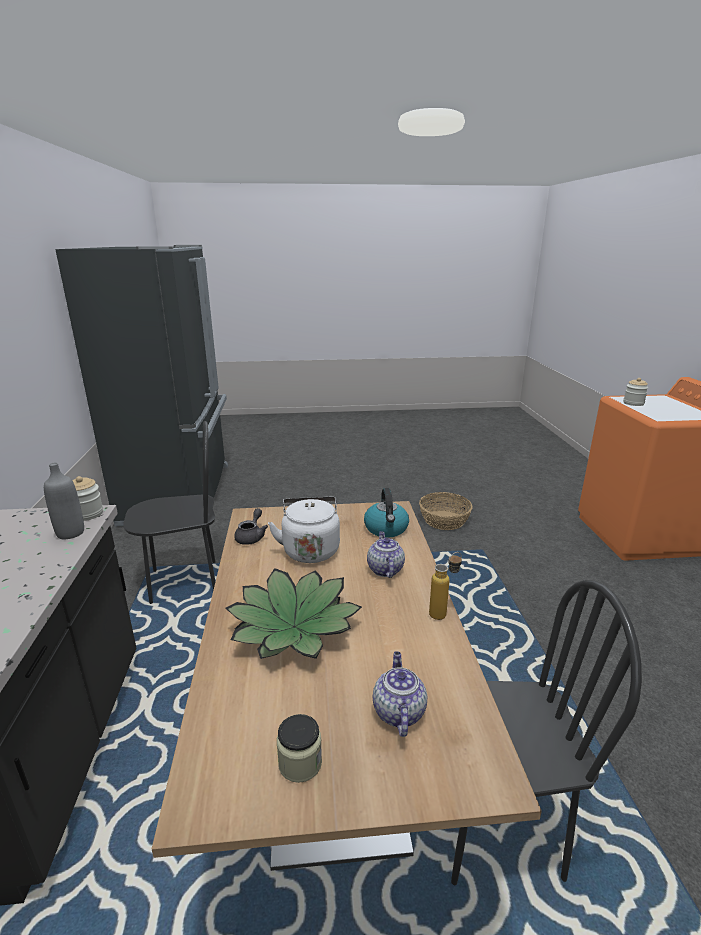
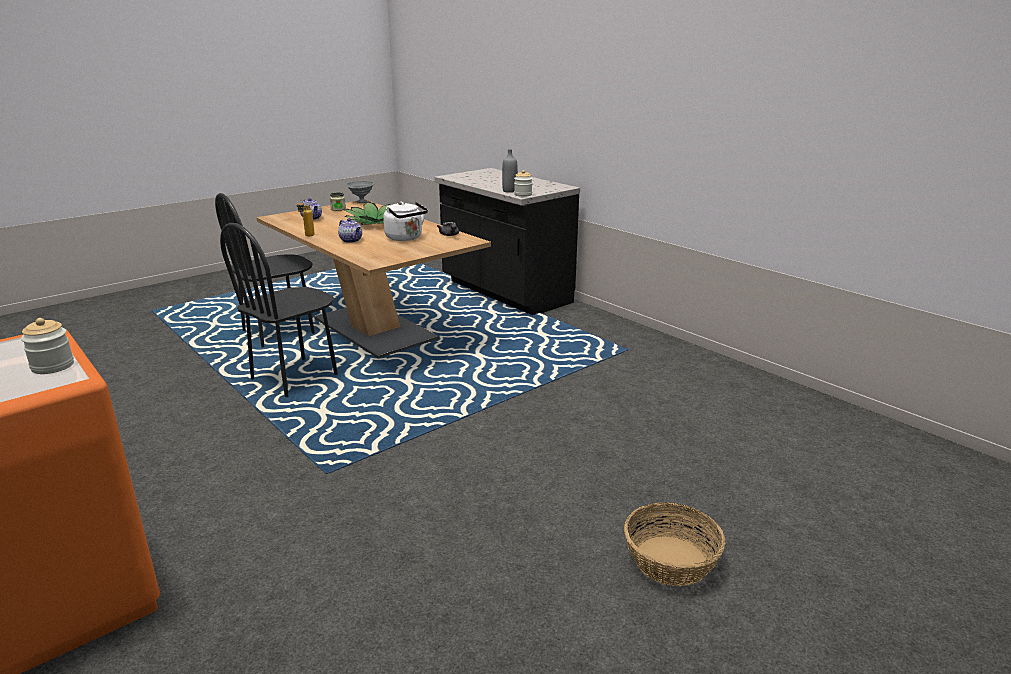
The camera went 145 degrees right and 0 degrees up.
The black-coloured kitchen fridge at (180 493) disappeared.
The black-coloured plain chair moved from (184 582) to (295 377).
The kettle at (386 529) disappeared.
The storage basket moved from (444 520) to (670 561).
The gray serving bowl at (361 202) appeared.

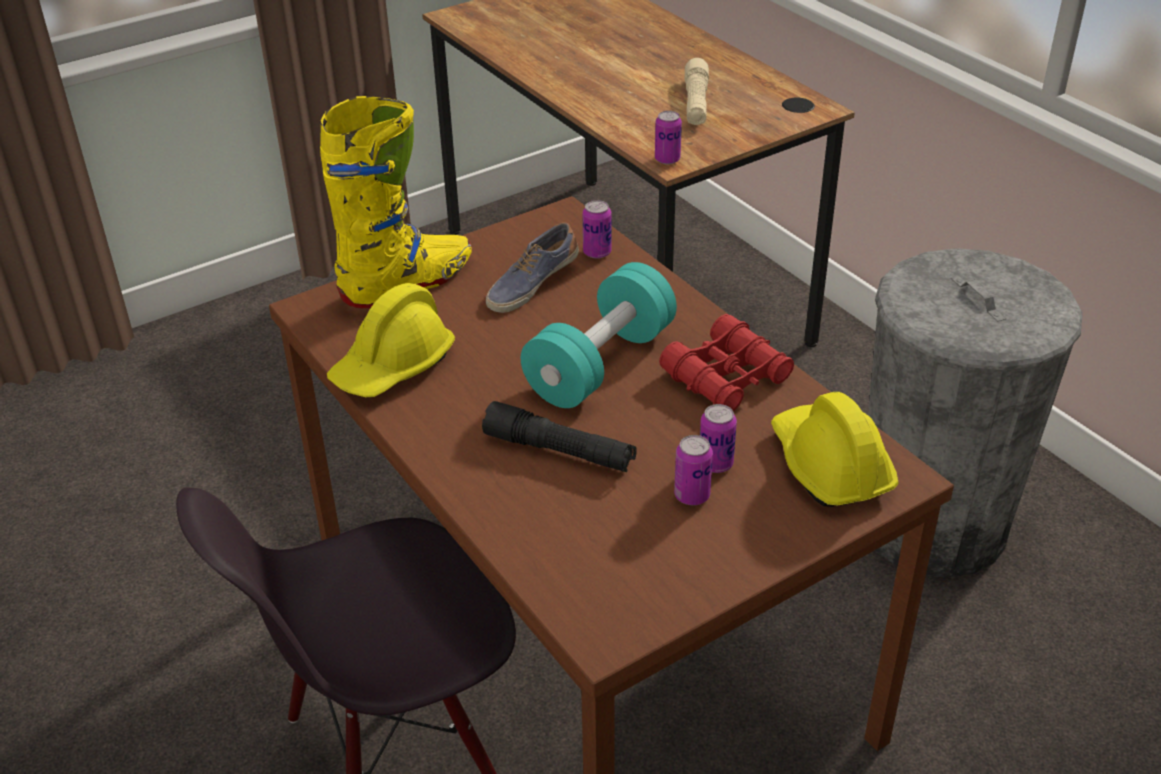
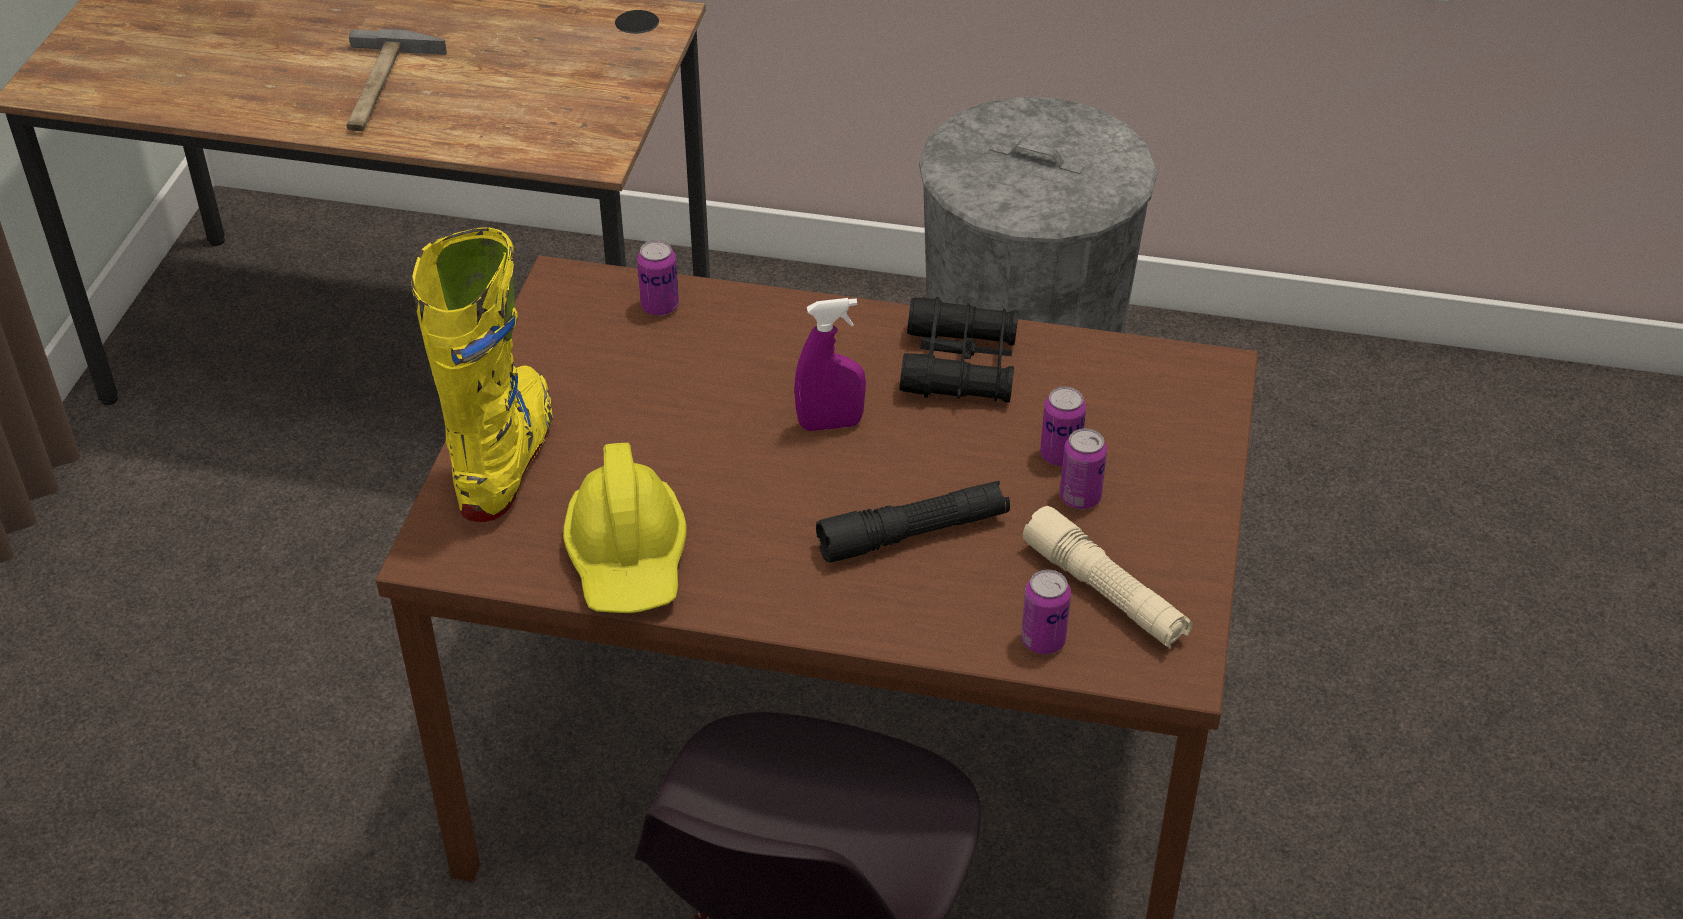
The camera went 45 degrees left and 5 degrees up.
The shoe at (531 285) disappeared.
The blue-green free weight at (600 364) was replaced by the purple hand sprayer at (830 424).
The metal can moved from (667 159) to (1043 640).
The red pair of binoculars at (726 377) became the black-coloured pair of binoculars at (960 365).
The sand-coloured flashlight moved from (696 103) to (1105 593).
The yellow-coloured work helmet at (829 465) disappeared.
The tool hammer at (381 87) appeared.

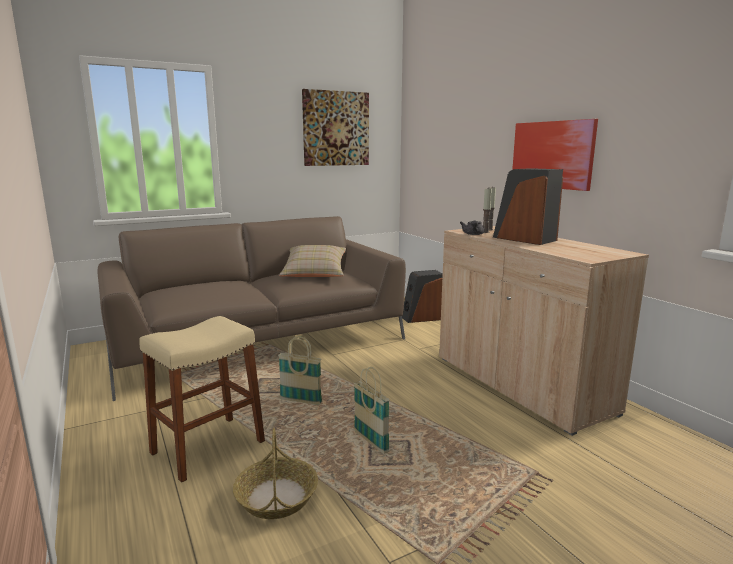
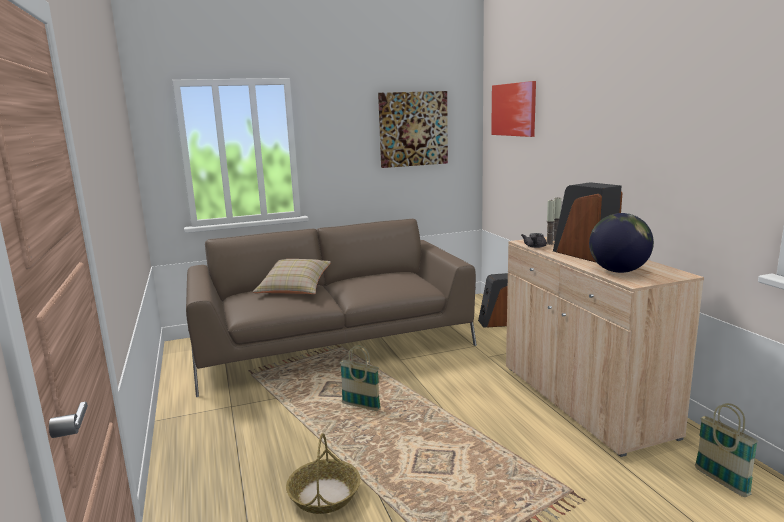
The camera went 10 degrees right and 0 degrees up.
The sand-coloured sitting stool at (208 447) disappeared.
The sand-coloured throw pillow moved from (314 274) to (294 289).
The storage basket moved from (370 442) to (721 482).
The wall art moved from (552 154) to (513 109).
The globe at (618 271) appeared.

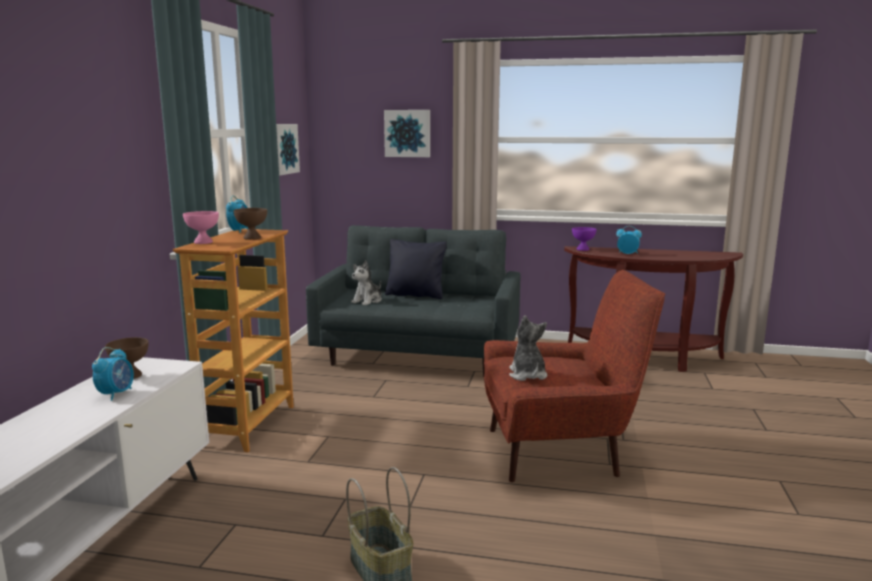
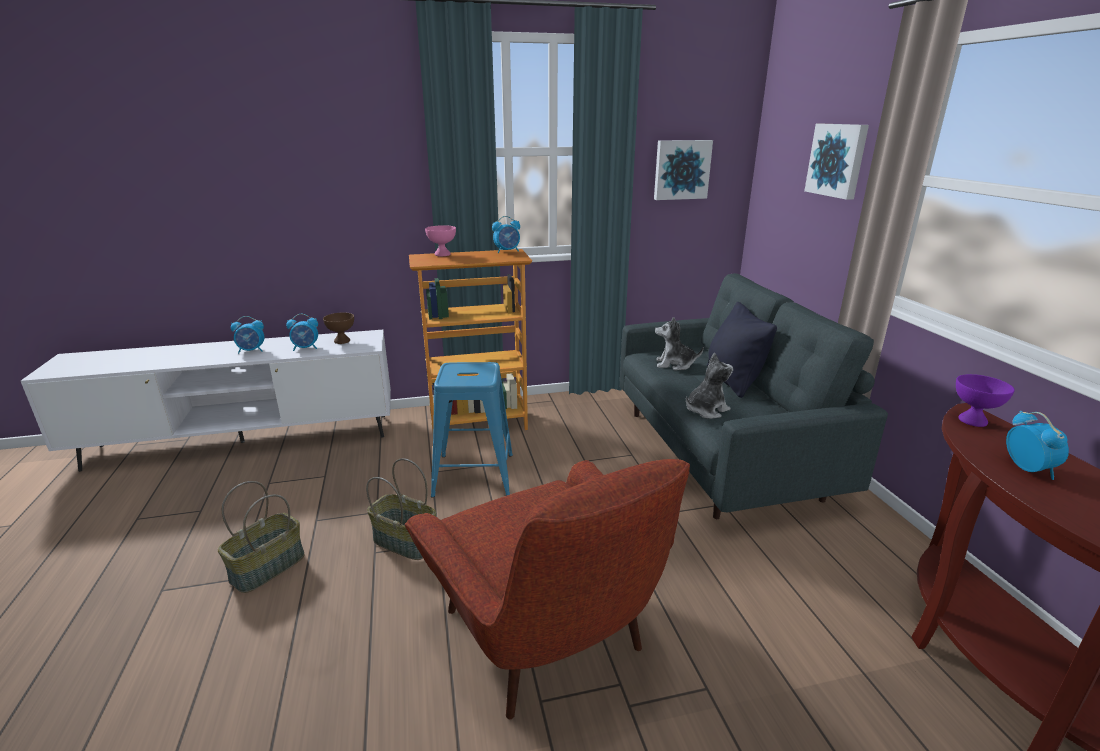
The camera went 65 degrees right and 10 degrees up.
The brownish serving bowl at (252 238) disappeared.
The plush toy moved from (527 375) to (706 410).
The alarm clock at (252 351) appeared.
The storage basket at (406 541) appeared.
The blue sitting stool at (473 475) appeared.

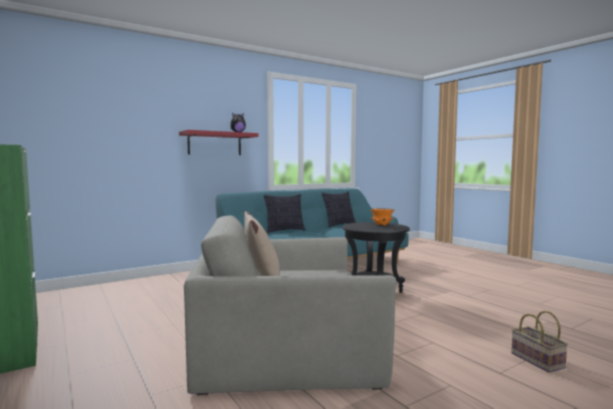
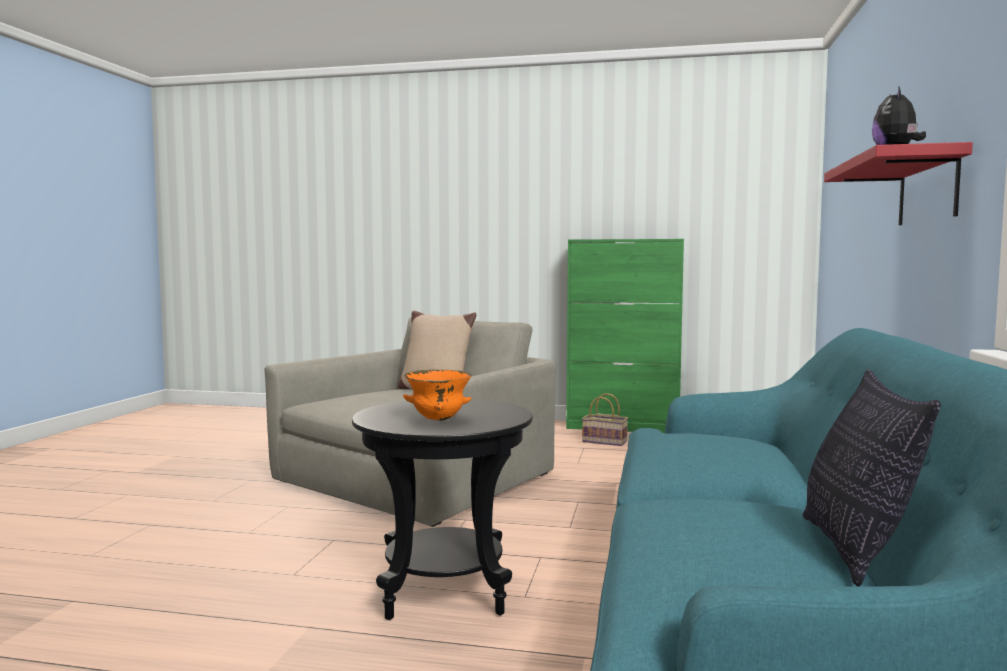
The camera went 135 degrees right and 0 degrees up.
The throw pillow at (284 231) disappeared.
The storage basket moved from (535 360) to (606 441).

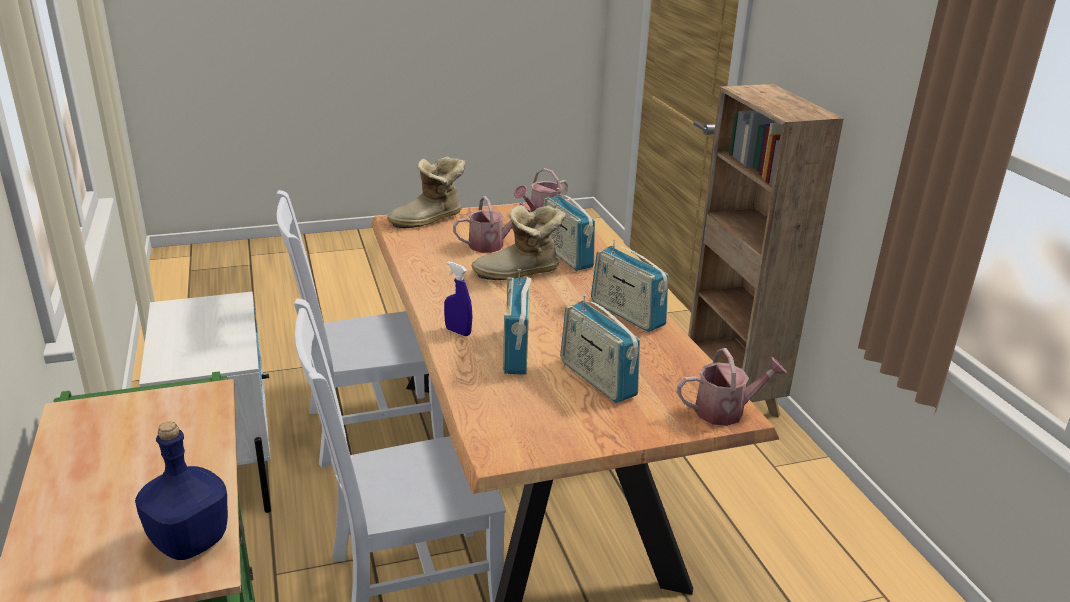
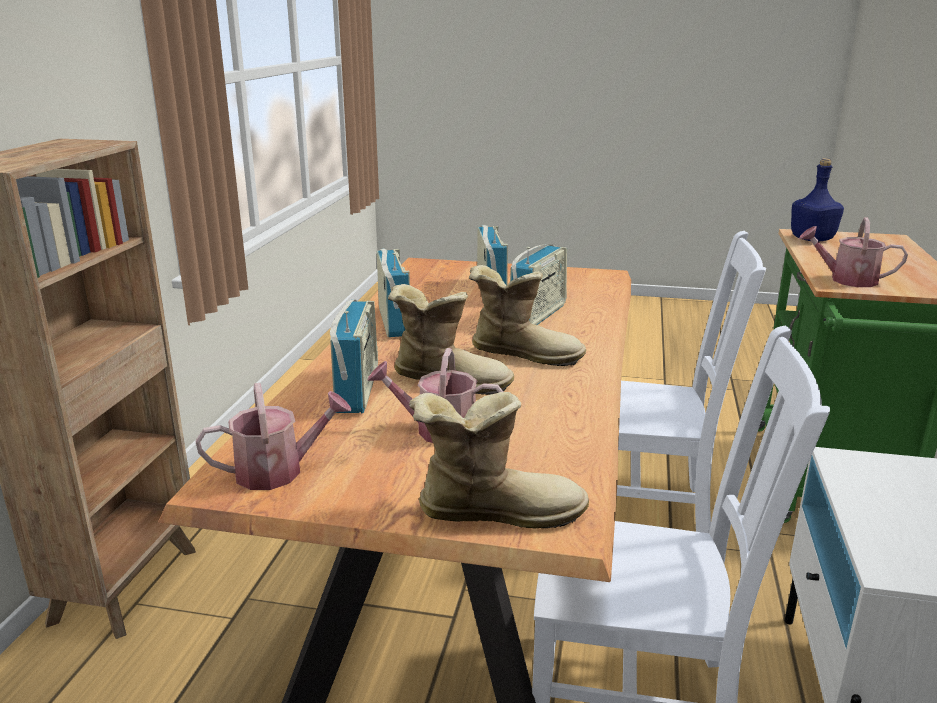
The camera went 150 degrees left and 5 degrees down.
The blue hand sprayer at (458 332) disappeared.
The watering can moved from (726 411) to (846 280).
The high-top boot at (524 354) appeared.

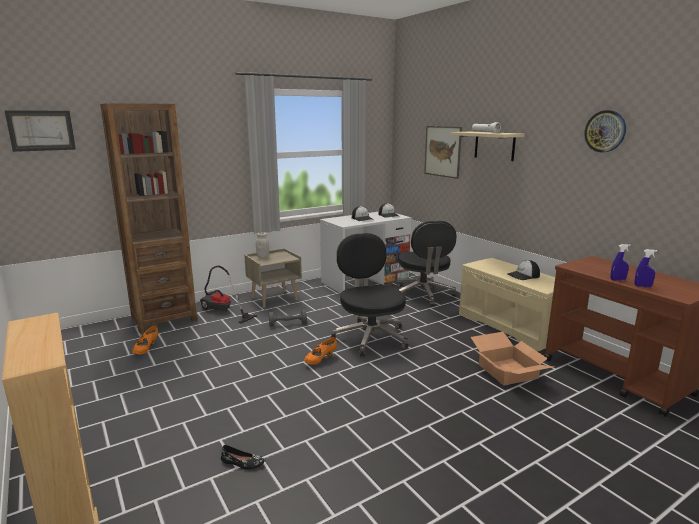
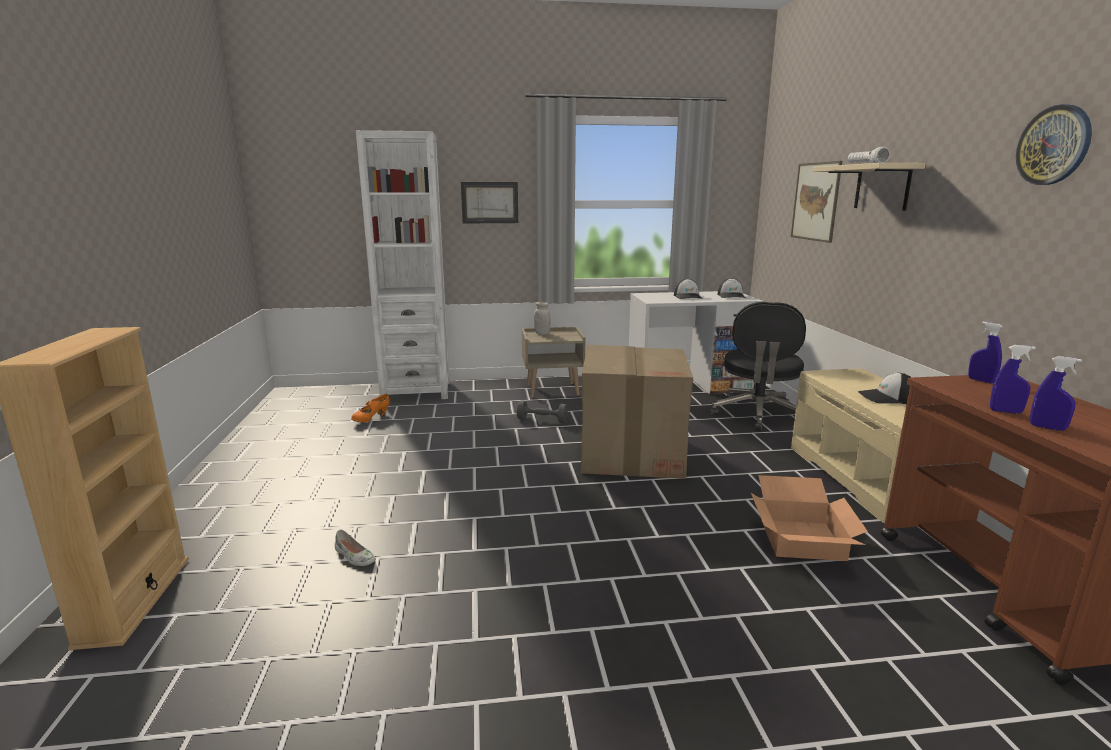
The camera went 25 degrees right and 0 degrees up.
The wall art moved from (41 130) to (490 202).
The brownish bookcase at (163 318) became the white bookcase at (416 391).
The hoover at (222 311) disappeared.
The black-coloured shoe at (242 463) became the white shoe at (354 557).
The orange-coloured shoe at (320 360) disappeared.
The black-coloured desk chair at (370 337) was replaced by the packing box at (632 453).
The blue hand sprayer at (981 381) appeared.

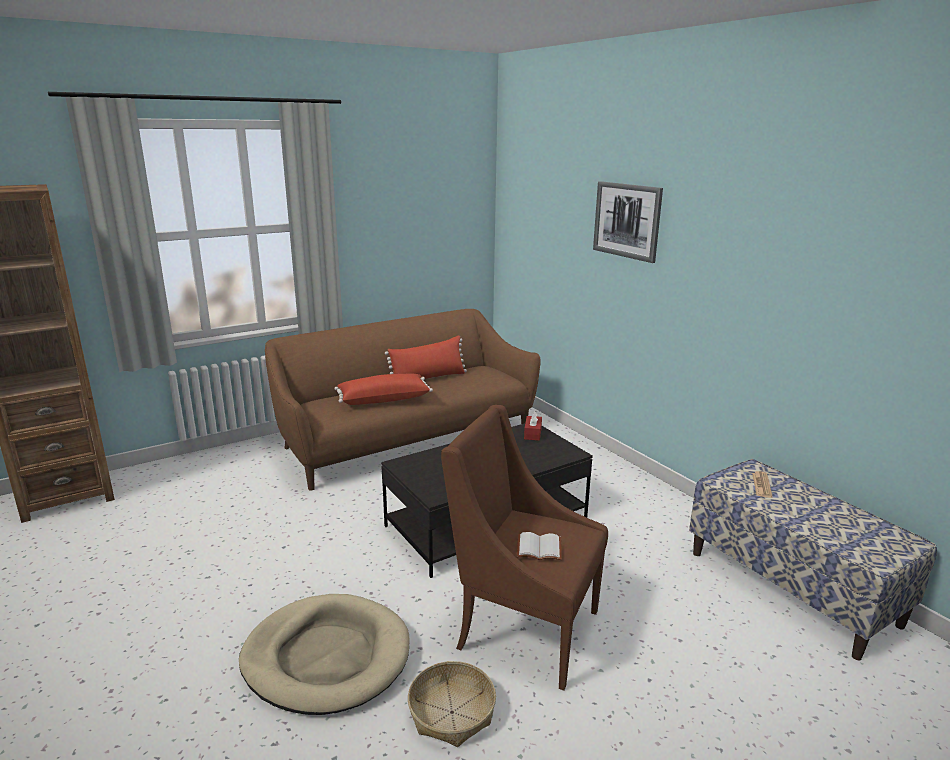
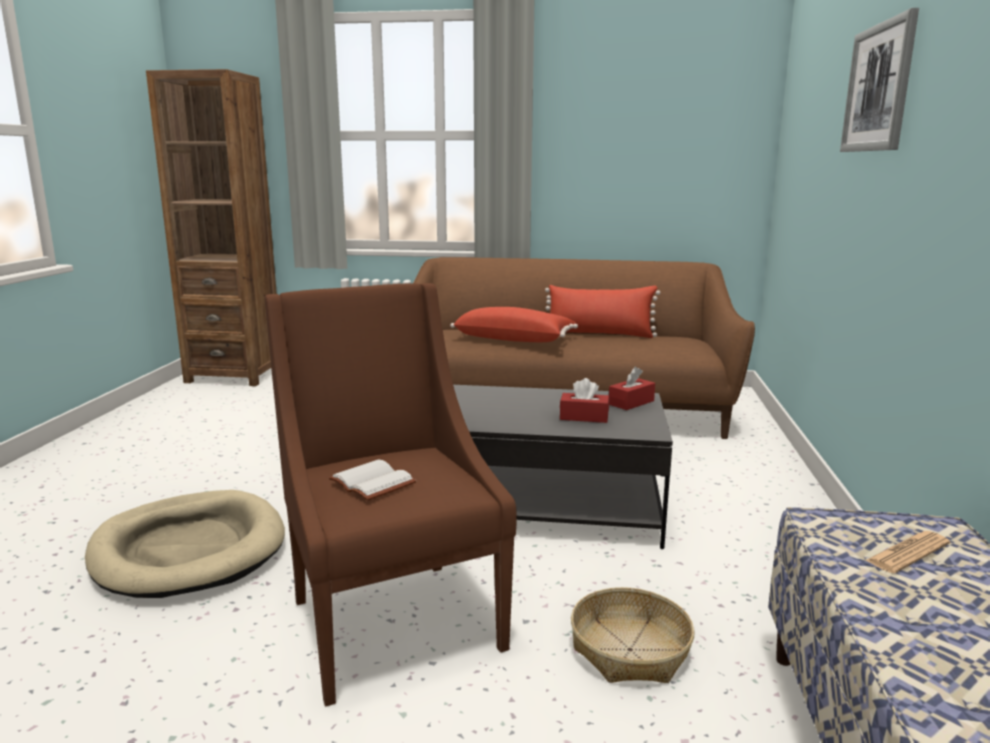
The camera went 40 degrees right and 5 degrees down.
The storage basket moved from (451 712) to (629 649).
The red box of tissues at (584 417) appeared.

